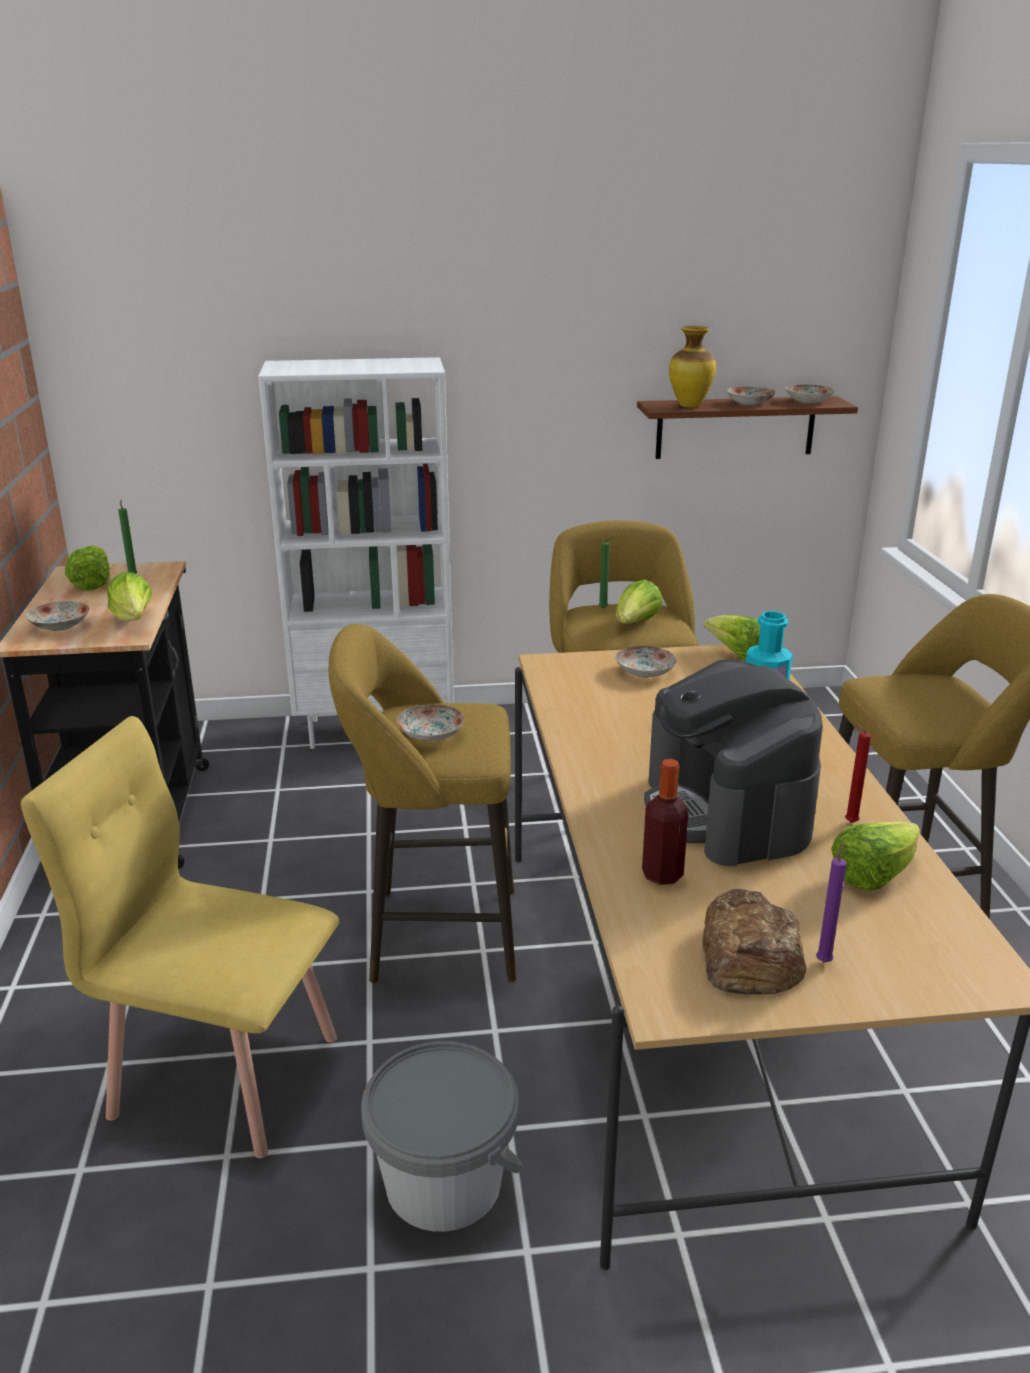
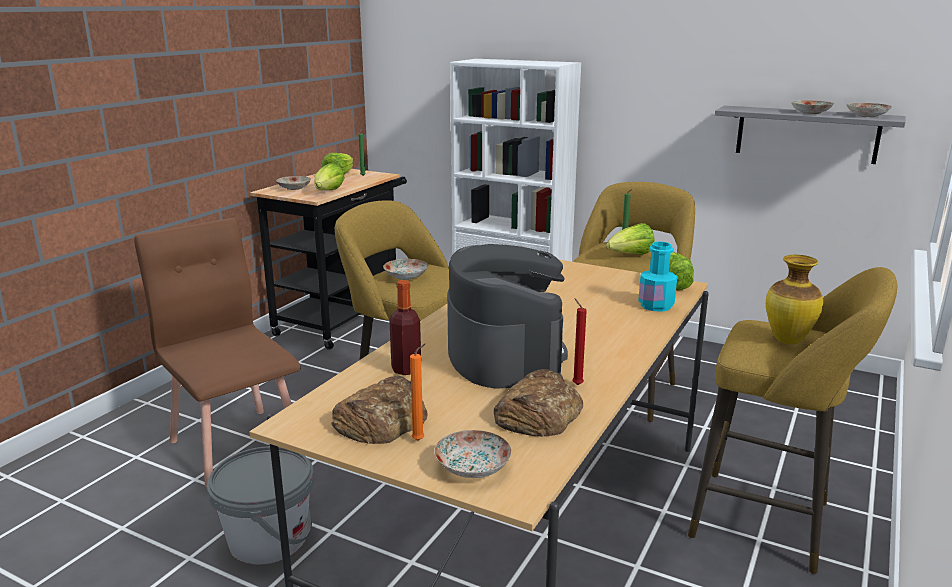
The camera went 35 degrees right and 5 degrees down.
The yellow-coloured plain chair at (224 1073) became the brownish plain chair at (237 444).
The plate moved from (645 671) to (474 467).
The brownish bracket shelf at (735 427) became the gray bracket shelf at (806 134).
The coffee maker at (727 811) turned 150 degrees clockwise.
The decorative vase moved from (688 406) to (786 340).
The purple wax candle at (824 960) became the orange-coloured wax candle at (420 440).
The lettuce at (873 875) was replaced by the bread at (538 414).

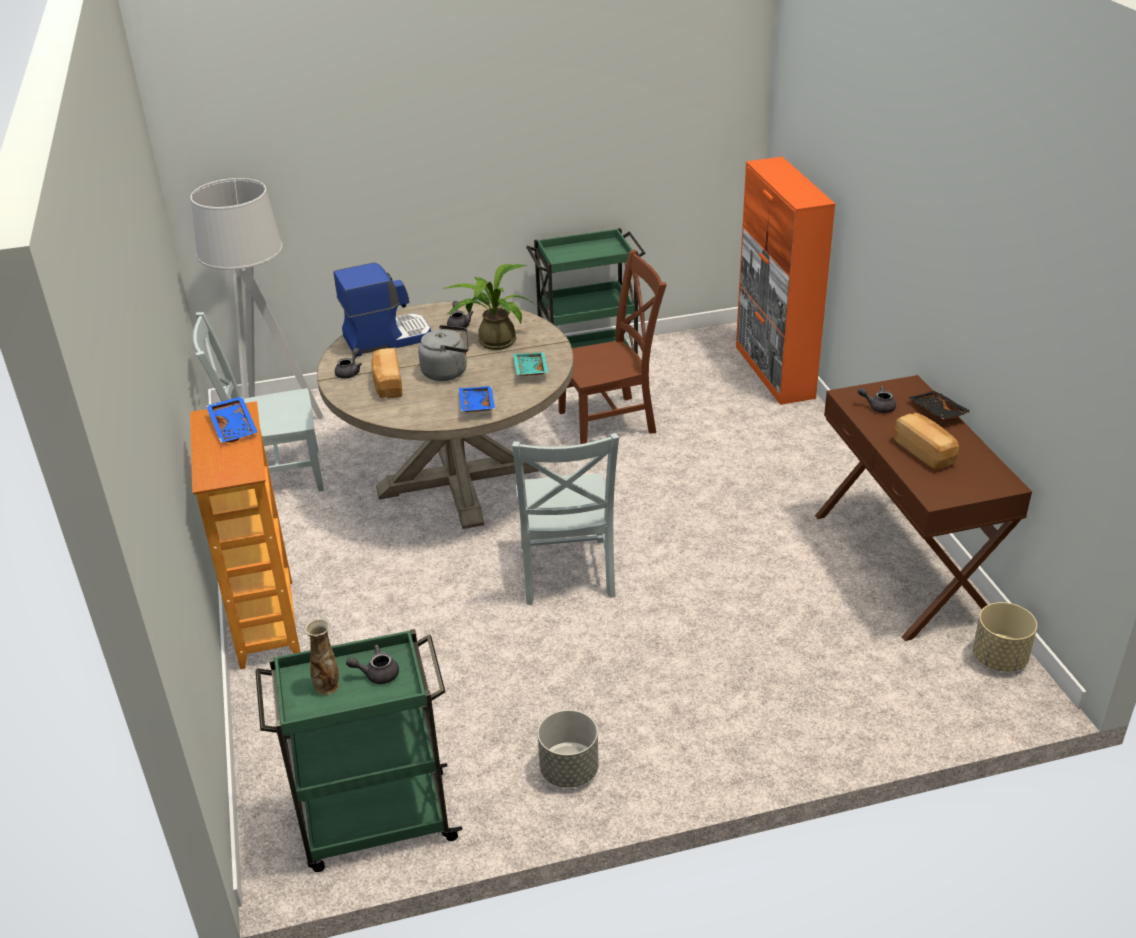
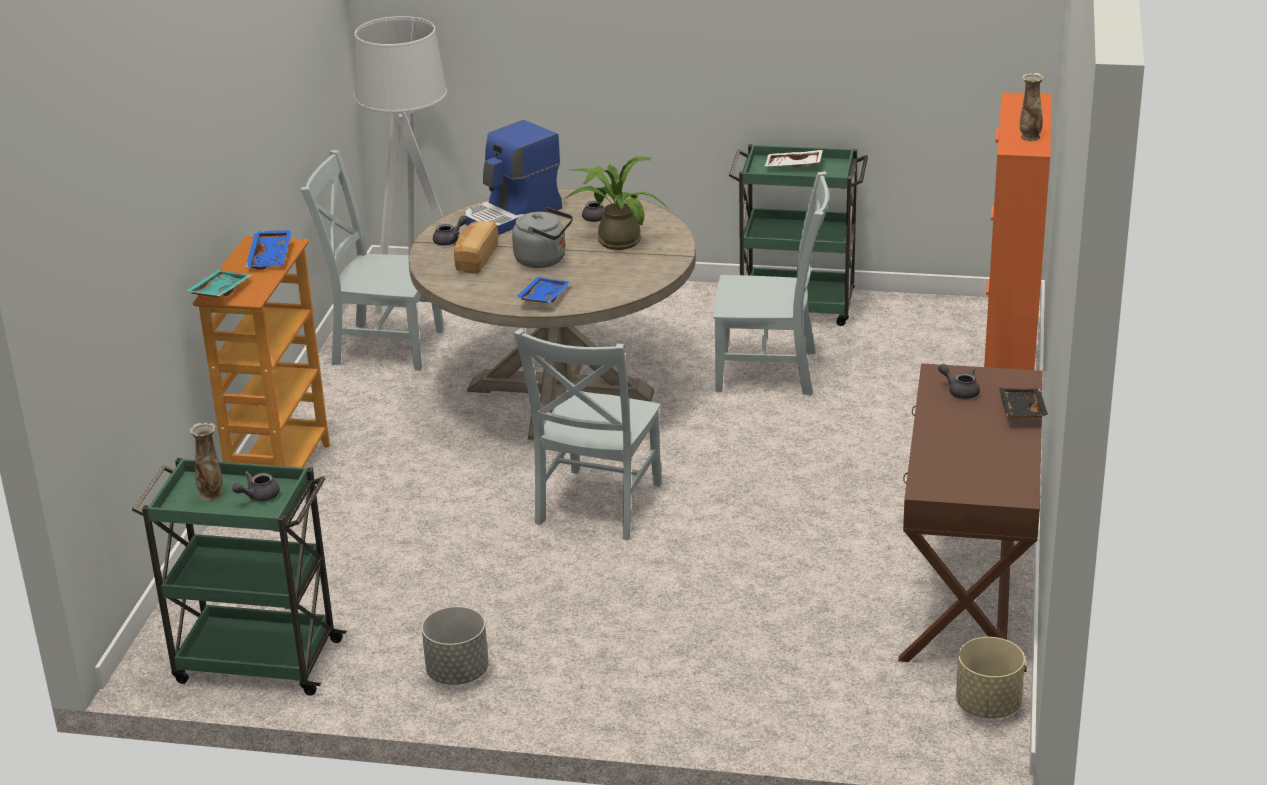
The camera went 25 degrees right and 5 degrees down.
The coffee maker at (386 338) turned 135 degrees clockwise.
The gray teapot at (377 674) turned 60 degrees counterclockwise.
The blue-green tray moved from (529 370) to (218 291).
The brownish plain chair at (611 421) became the gray plain chair at (771 372).
The bread at (925 452) disappeared.
The white tray at (793 166) appeared.
The decorative vase at (1029 137) appeared.

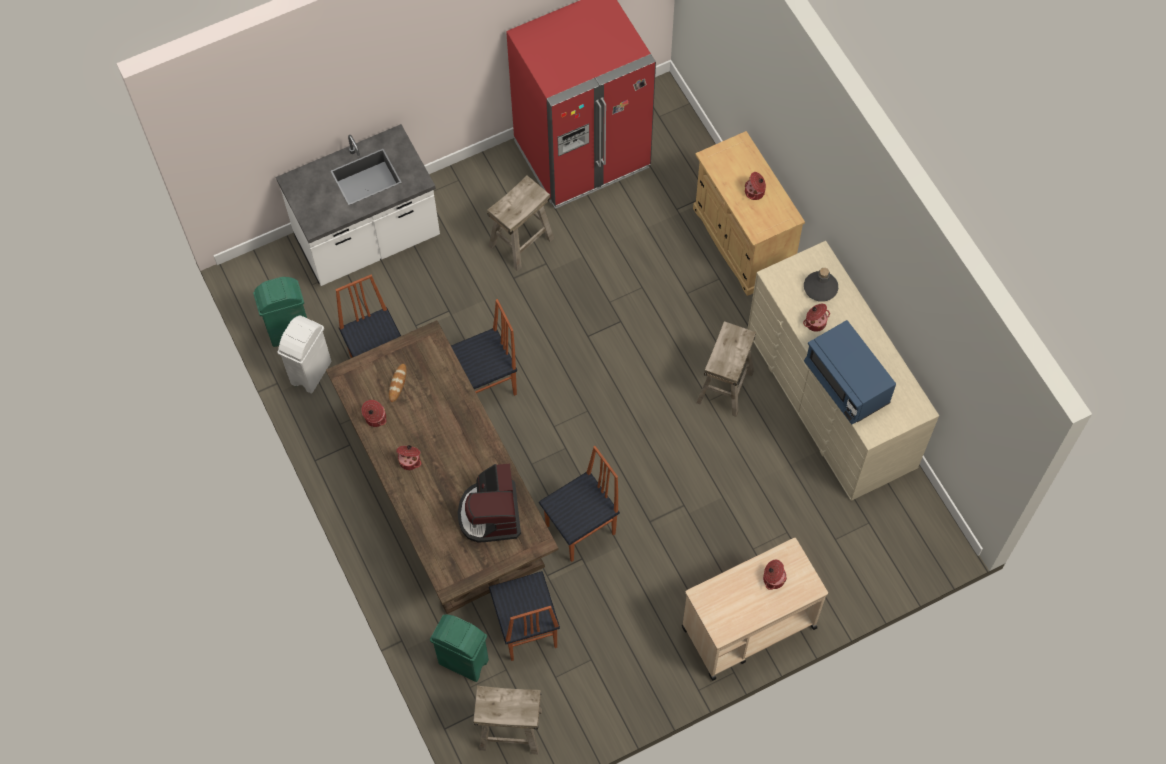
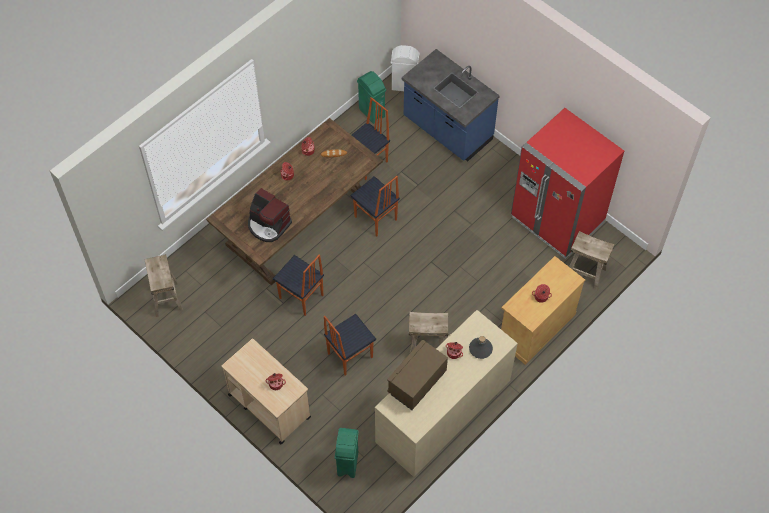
The camera went 70 degrees right and 5 degrees down.
The white counter at (368 240) became the blue counter at (447 130).
The white waste bin moved from (311 372) to (404 86).
The greenish waste bin moved from (464 662) to (347 464).
The coffee maker at (490 514) turned 120 degrees counterclockwise.
The sand-coloured sitting stool moved from (521 243) to (585 273).
The plain chair moved from (525 630) to (349 355).
The blue microwave oven at (846 383) became the brownish microwave oven at (417 382).

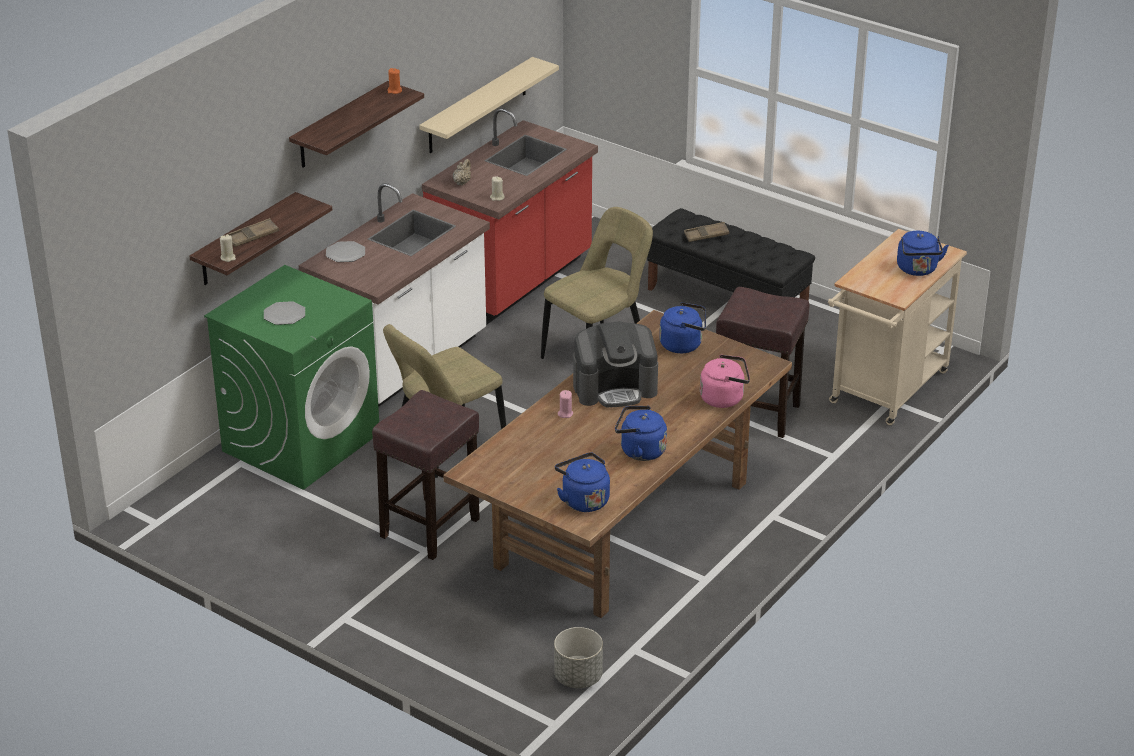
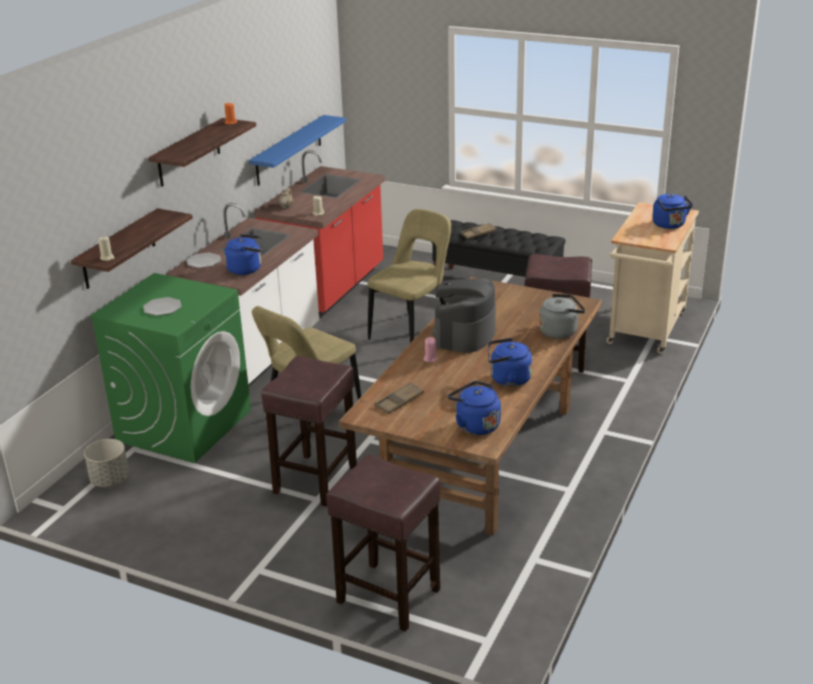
The camera went 10 degrees left and 5 degrees down.
The brownish tray moved from (253 236) to (399 401).
The sand-coloured bracket shelf at (477 106) became the blue bracket shelf at (289 150).
The gray flower pot moved from (578 677) to (110 480).
The coffee maker at (615 388) turned 135 degrees clockwise.
The blue kettle moved from (683 344) to (247 269).
The pinkish kettle at (724 398) became the gray kettle at (560 331).
The brownish sitting stool at (386 595) appeared.

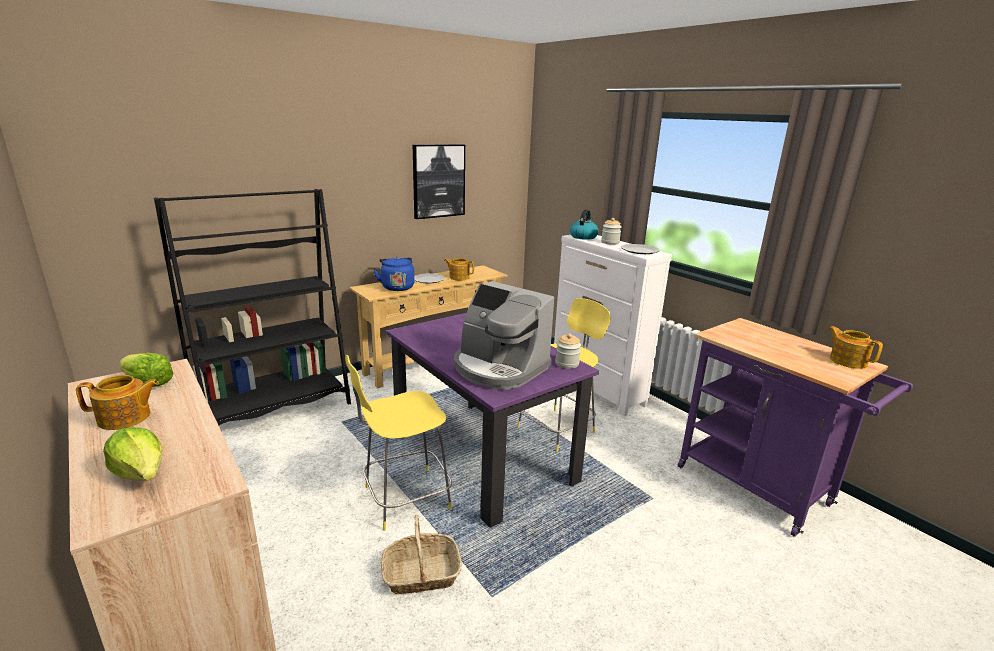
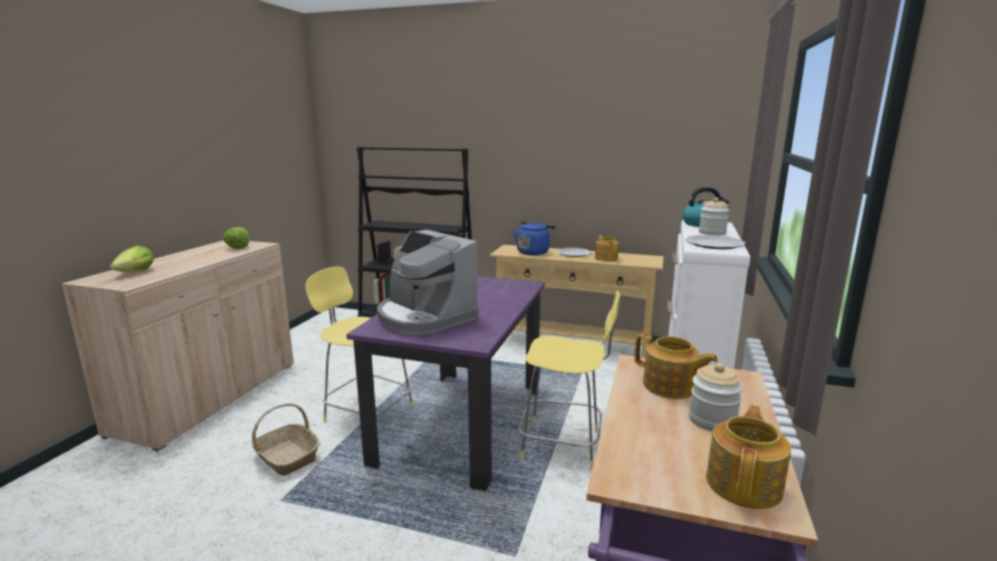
The camera went 55 degrees right and 5 degrees down.
The teapot moved from (125 418) to (670 387).
The wall art at (438 181) disappeared.
The coffee maker at (499 368) turned 45 degrees counterclockwise.
The storage jar moved from (567 363) to (712 420).

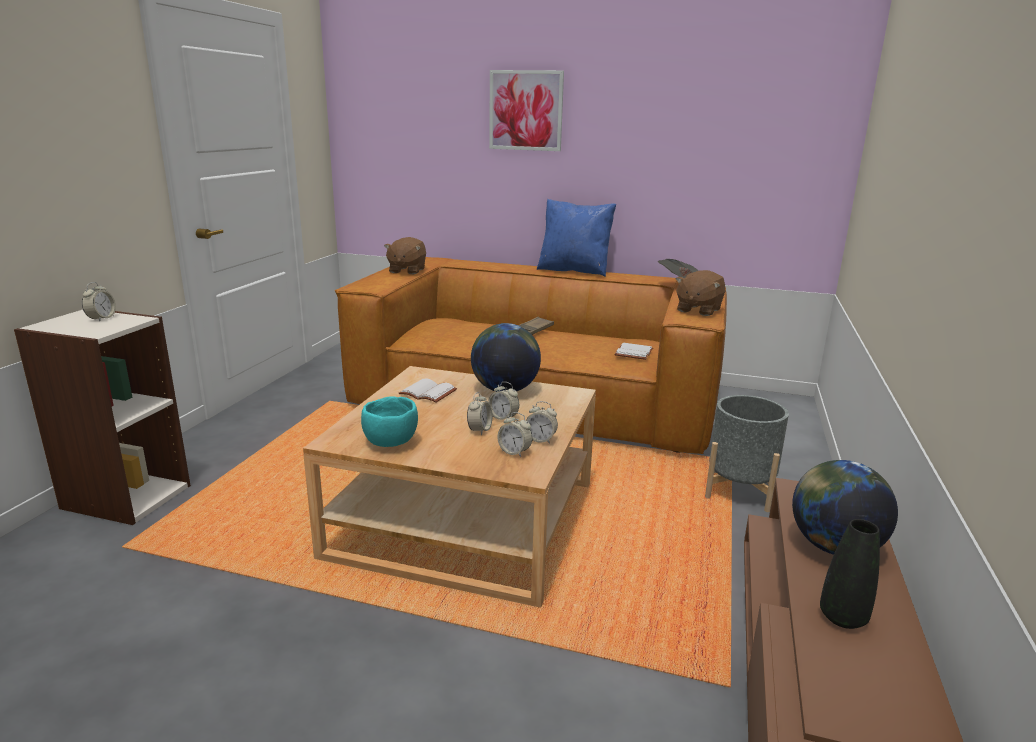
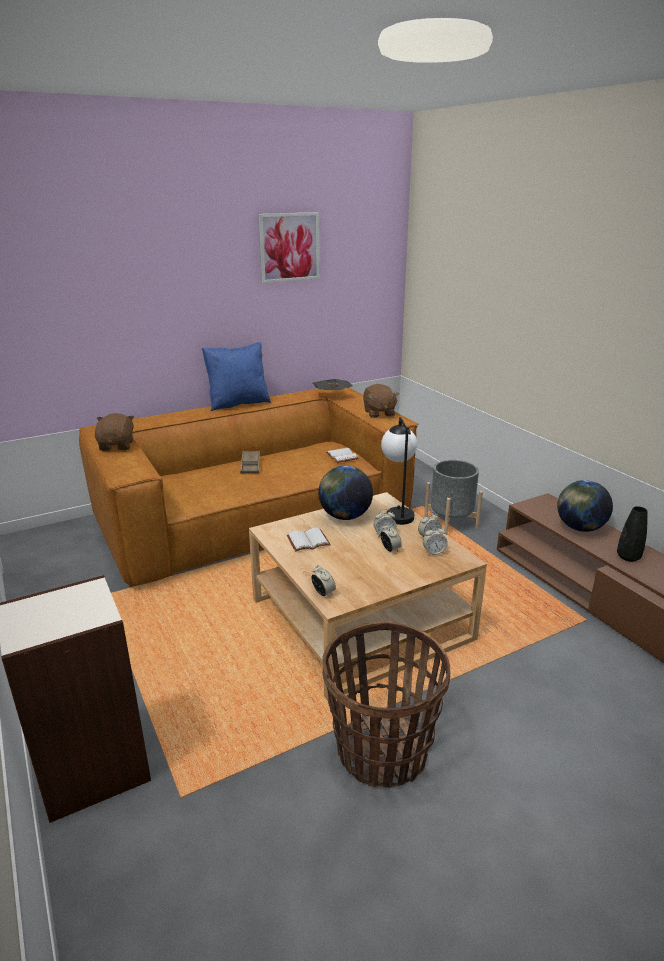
The camera went 45 degrees left and 5 degrees up.
The alarm clock moved from (101 319) to (323 593).
The blue-green serving bowl at (392 442) disappeared.
The brownish plush toy at (406 270) turned 150 degrees counterclockwise.
The wall art moved from (526 110) to (289 247).
The storage basket at (381 752) appeared.
The lamp for a table at (397 512) appeared.

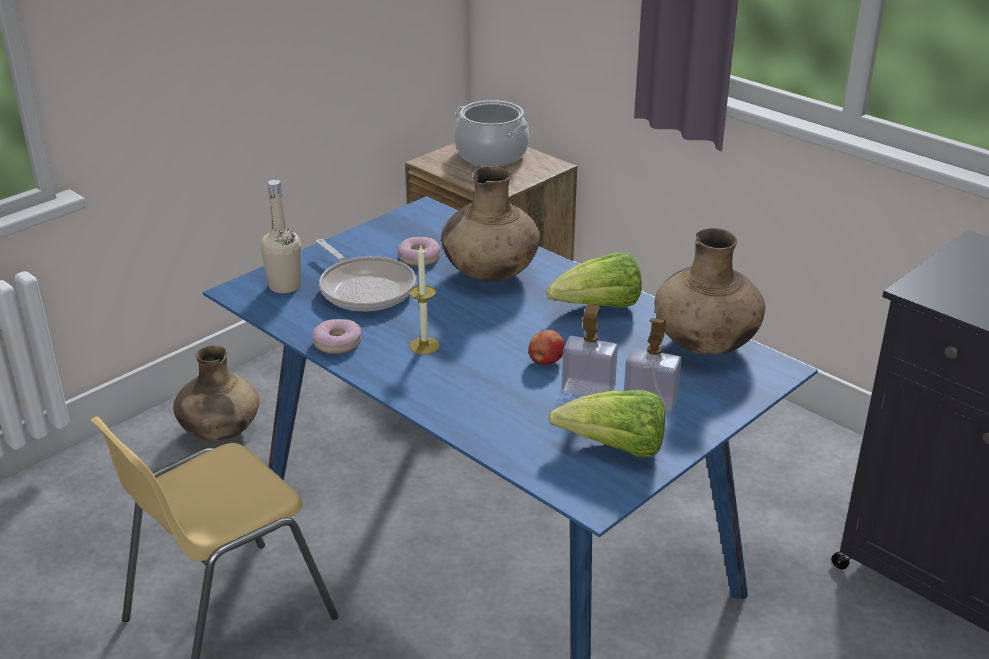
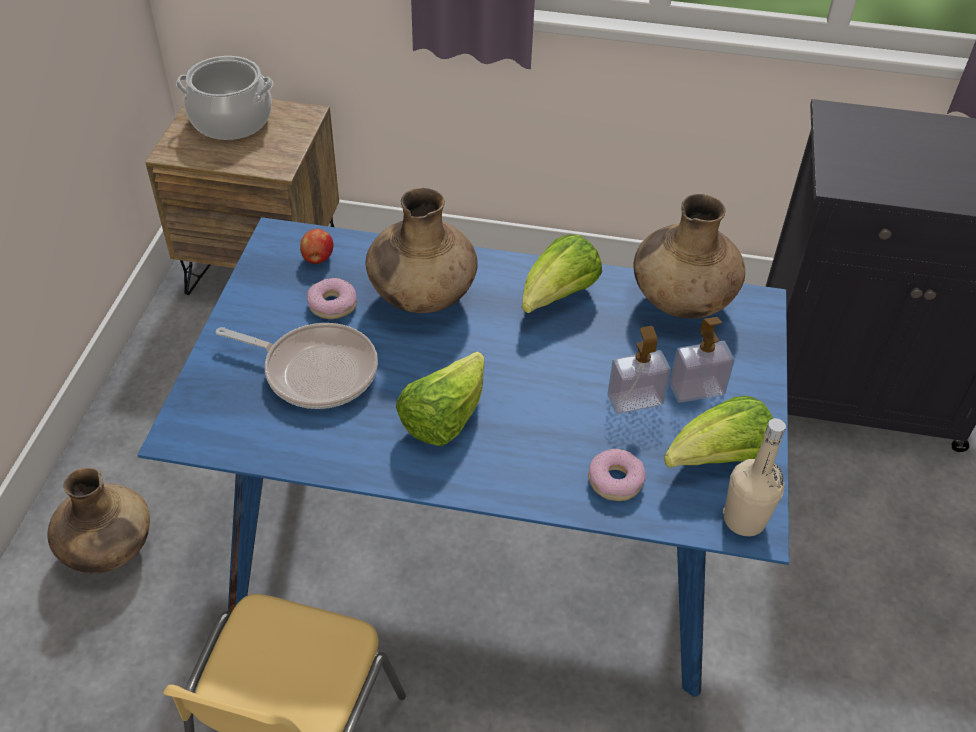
The camera went 35 degrees left and 15 degrees up.
The sand-coloured beverage bottle moved from (285 286) to (744 520).
The donut moved from (337 343) to (615 480).
The wax candle at (424 346) was replaced by the lettuce at (444 418).
The apple moved from (545 362) to (317 259).

